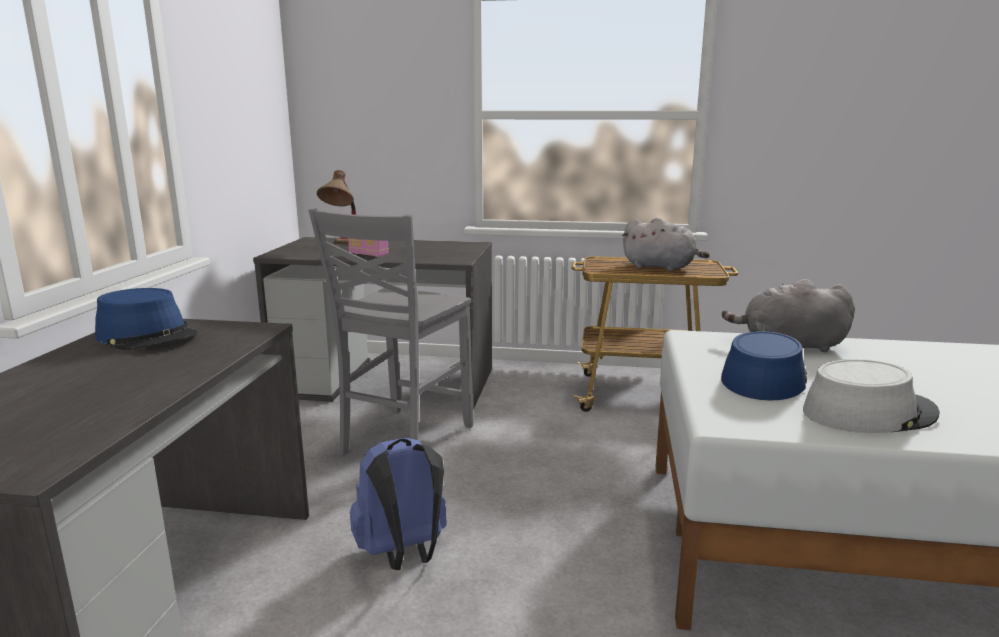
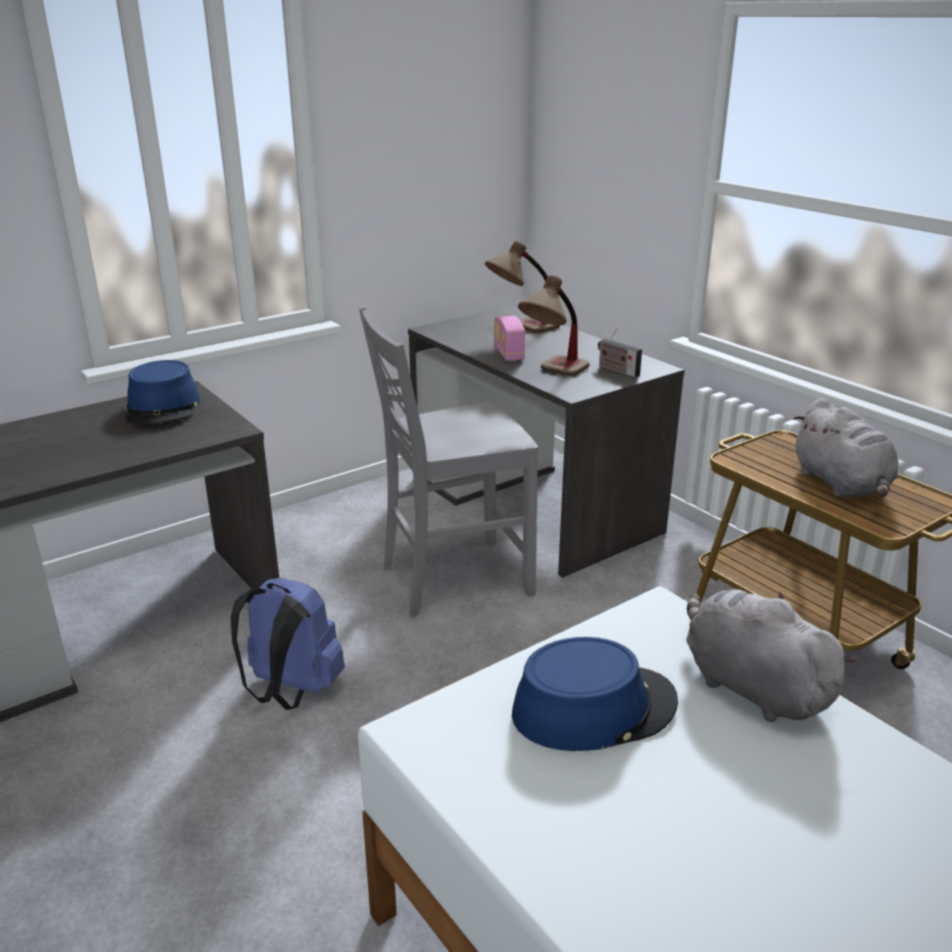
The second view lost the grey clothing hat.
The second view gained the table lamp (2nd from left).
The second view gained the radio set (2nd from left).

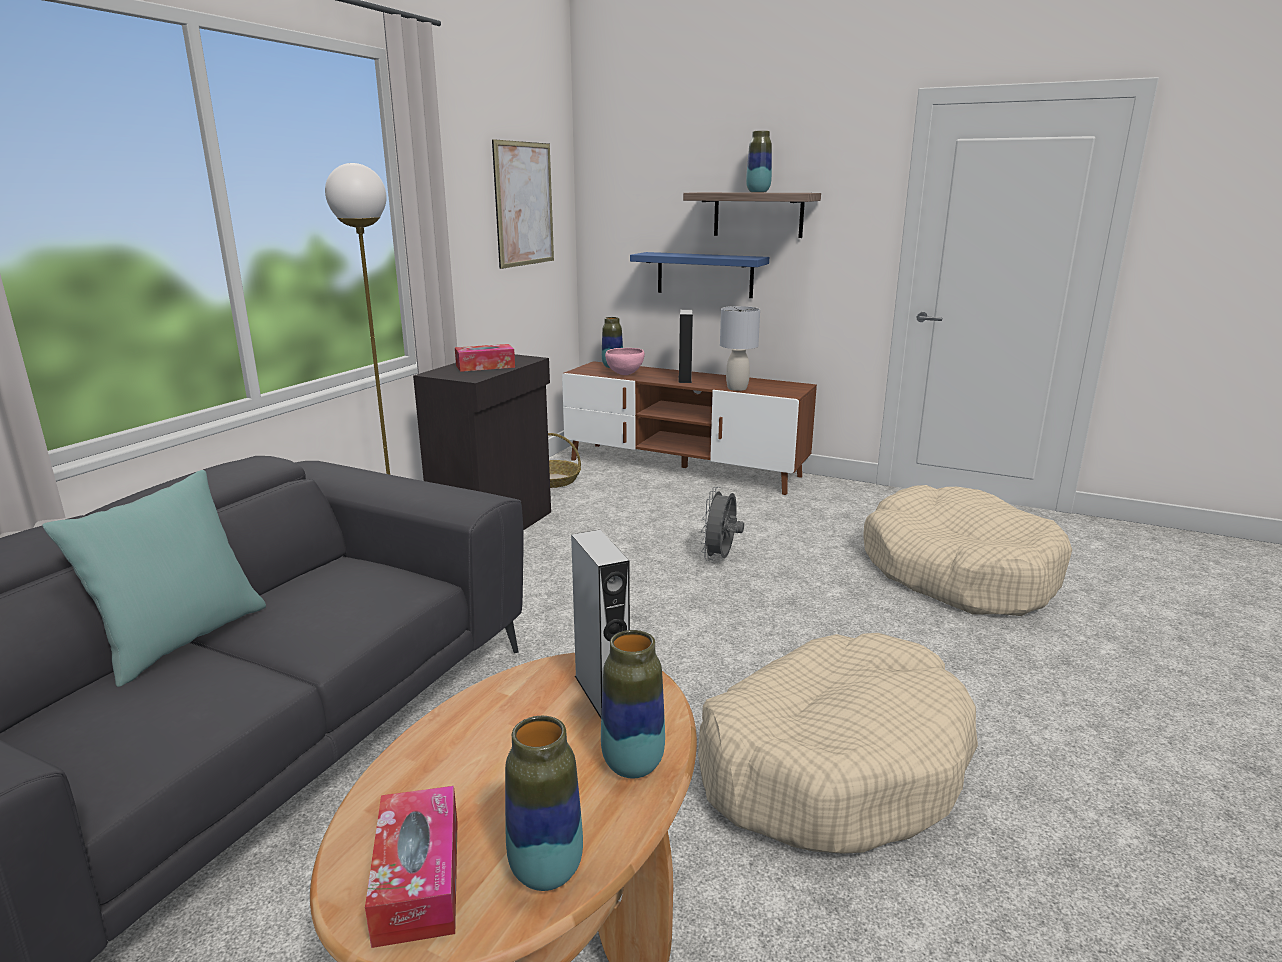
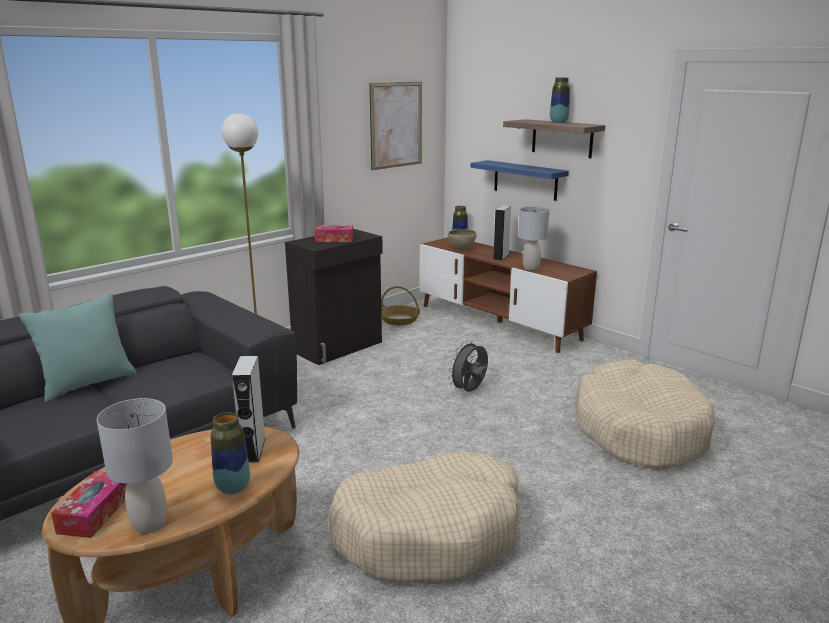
What was the pink-coloured deep dish turned into the brown-coloured deep dish.
Where the vase (1st from left) stood, the grey table lamp (1st from left) came to stand.

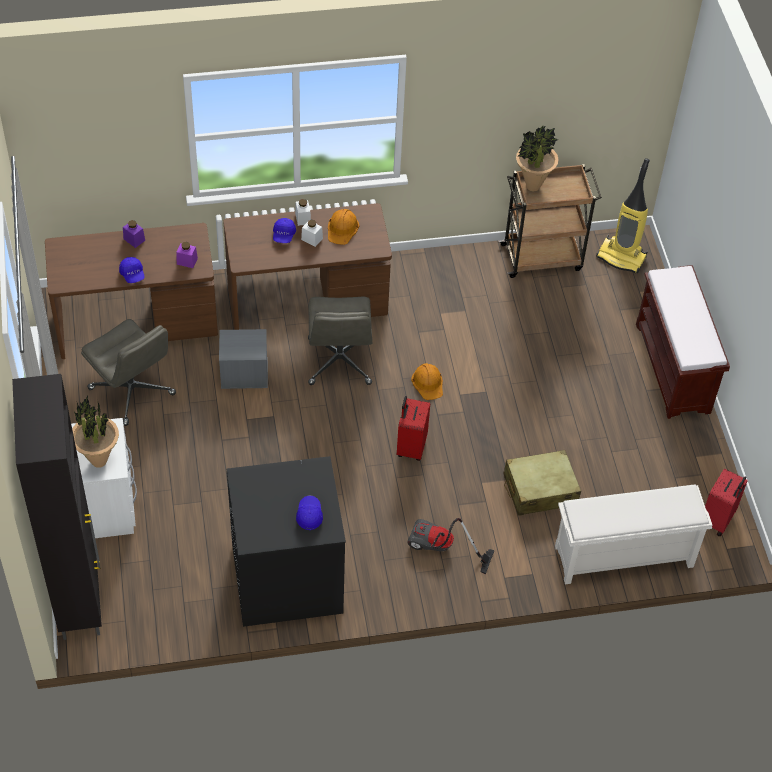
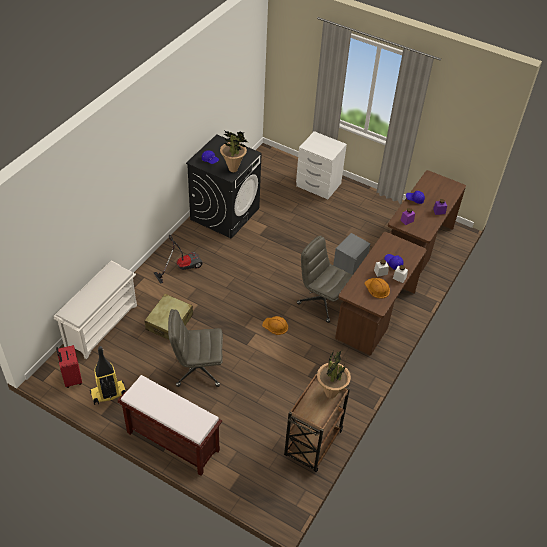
The vacuum (2nd from left in the first image) ended up elsewhere.
The grey office chair (1st from left) ended up elsewhere.
The second view lost the black cupboard.
The houseplant (1st from left) ended up elsewhere.
The second view lost the red-coloured piece of luggage (1st from left).

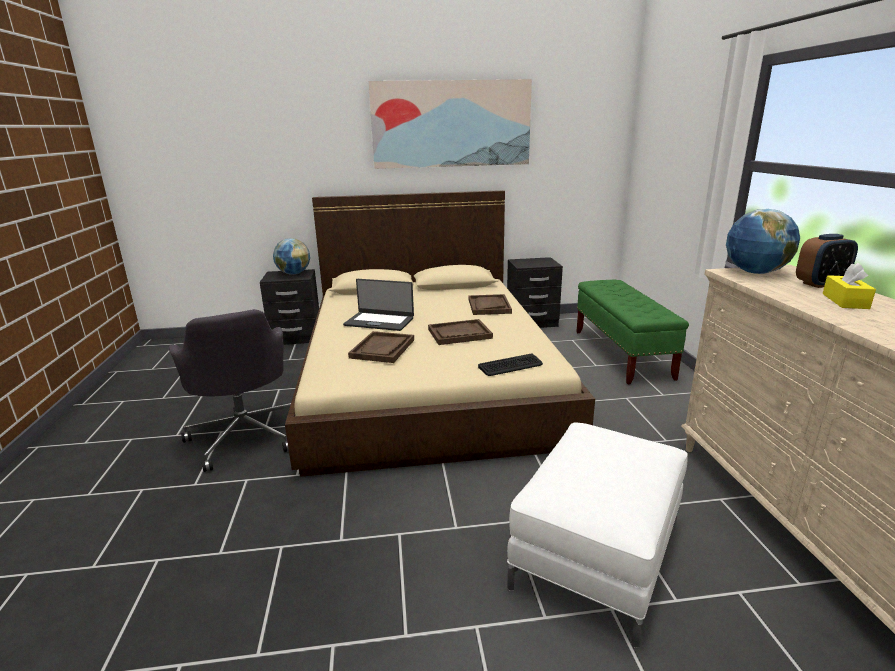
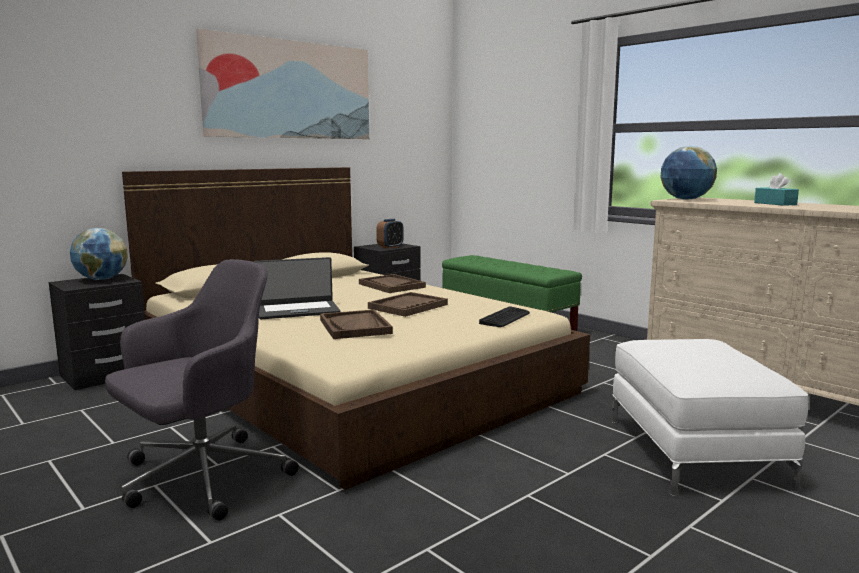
The alarm clock ended up elsewhere.
What was the yellow tissue box turned into the turquoise-coloured tissue box.
The grey office chair ended up facing another way, 75 degrees counterclockwise from before.

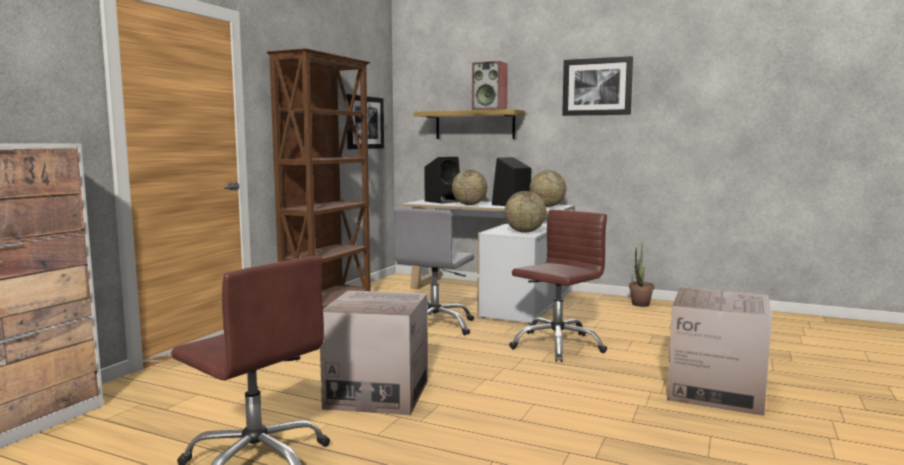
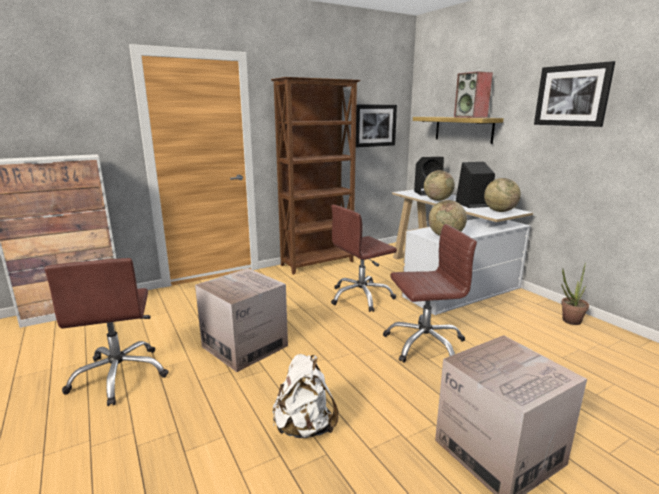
What was the grey office chair turned into the brown-coloured office chair (2nd from left).
The second view gained the whitish backpack.

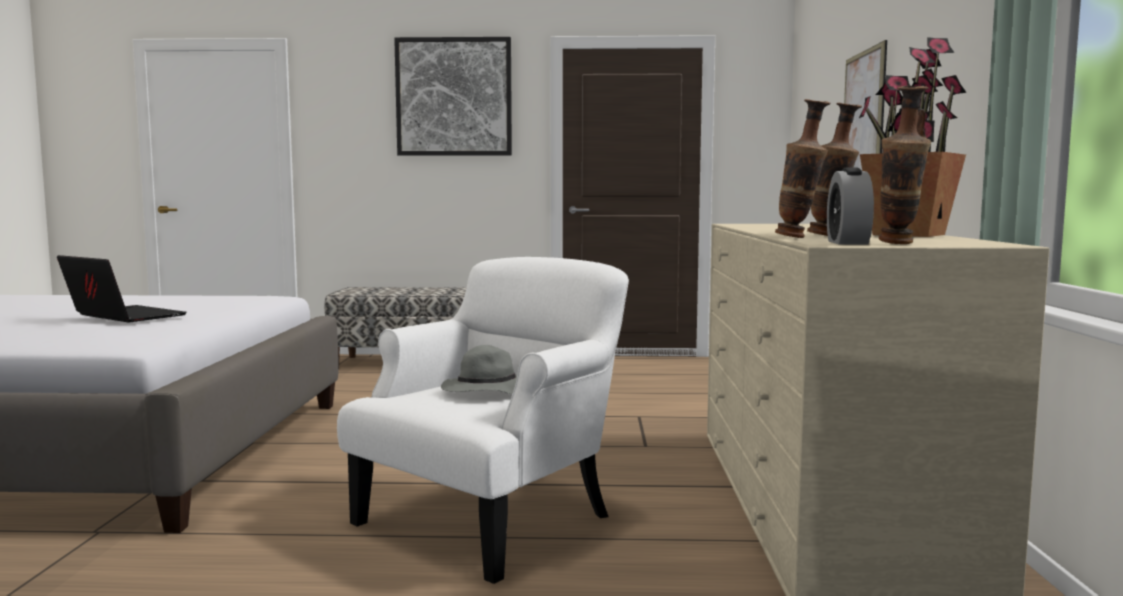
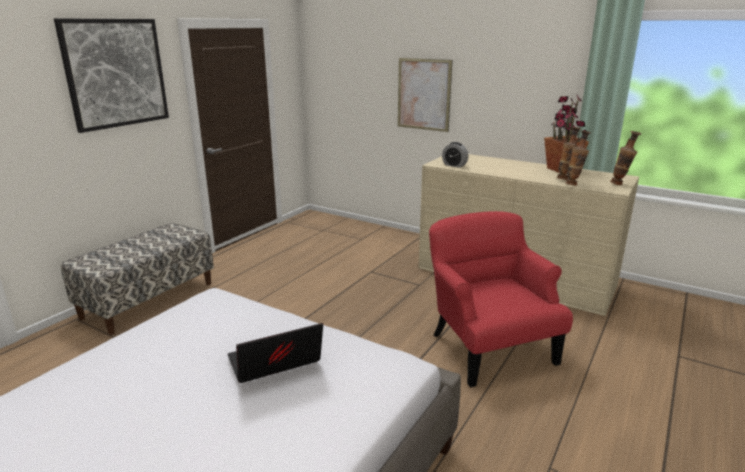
The alarm clock ended up elsewhere.
What was the whitish armchair turned into the red-coloured armchair.
The second view lost the grey clothing hat.

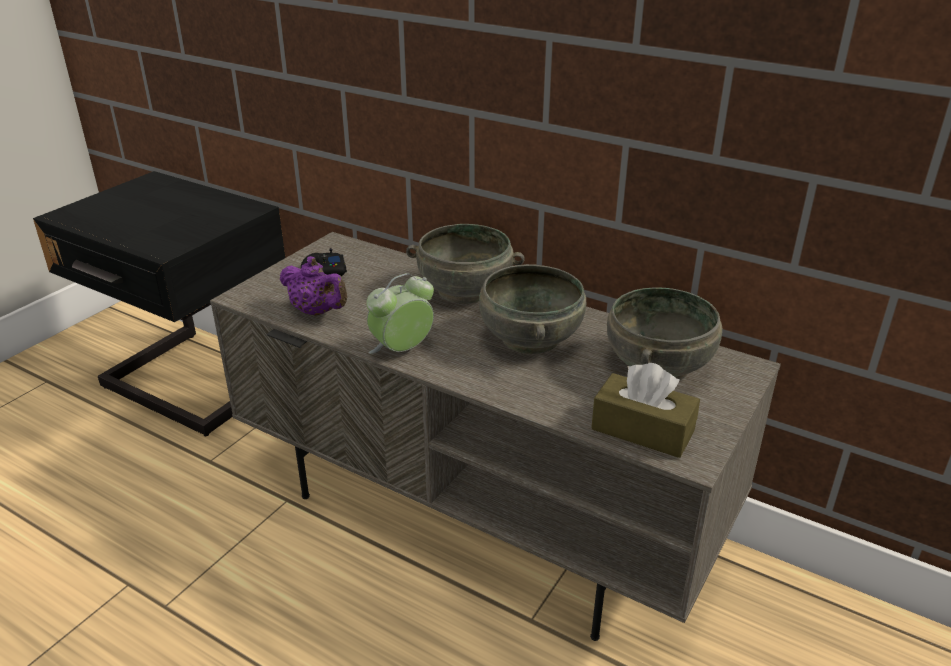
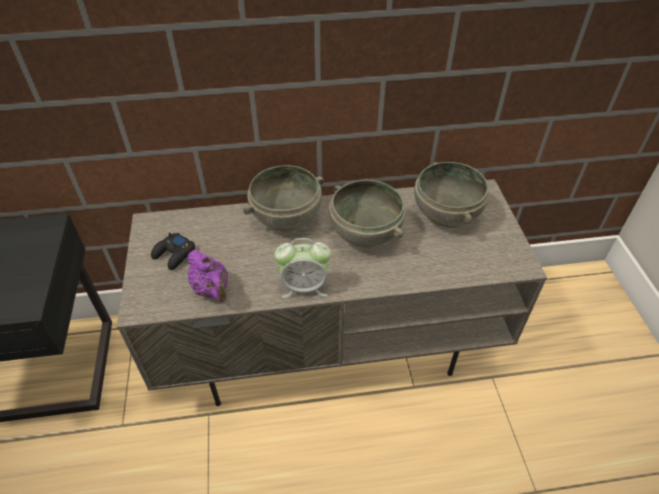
The purplish tea pot ended up facing another way, 60 degrees clockwise from before.
The alarm clock ended up facing another way, 105 degrees counterclockwise from before.
The second view lost the brown-coloured tissue box.

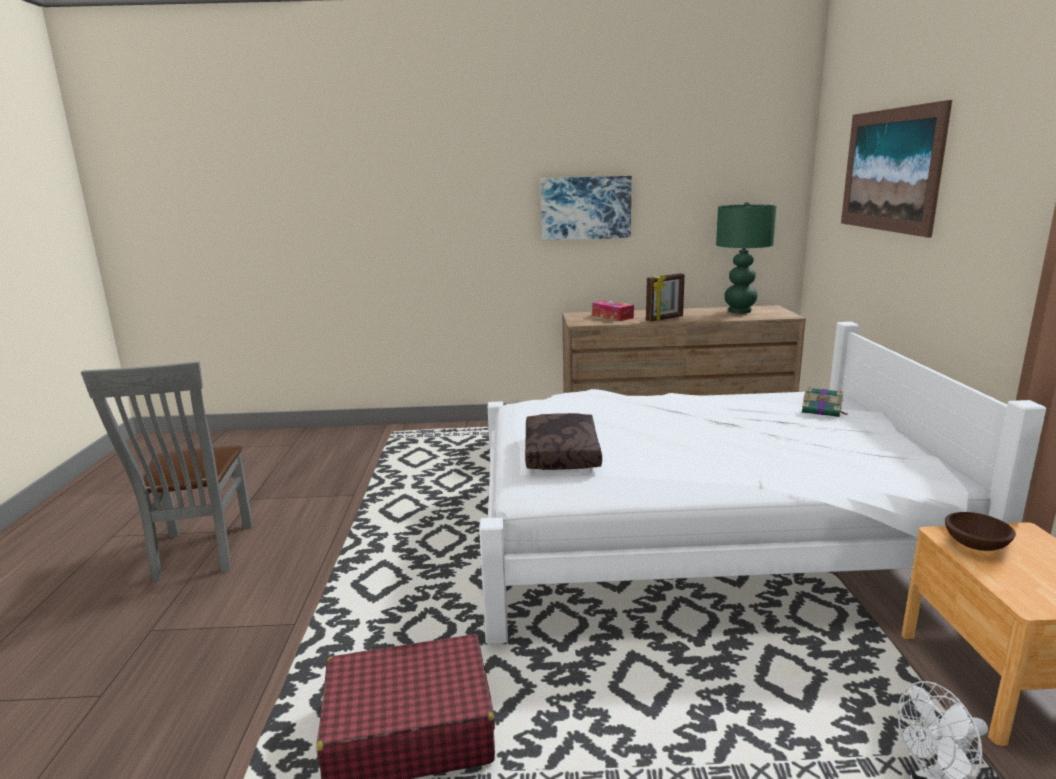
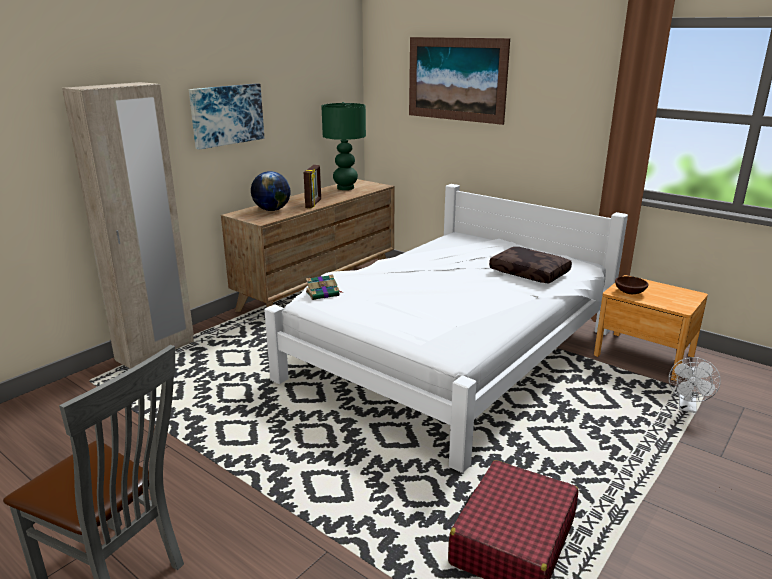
Where the tissue box stood, the desk globe came to stand.
The book ended up elsewhere.
The brown-coloured throw pillow ended up elsewhere.
The second view gained the beige wardrobe.

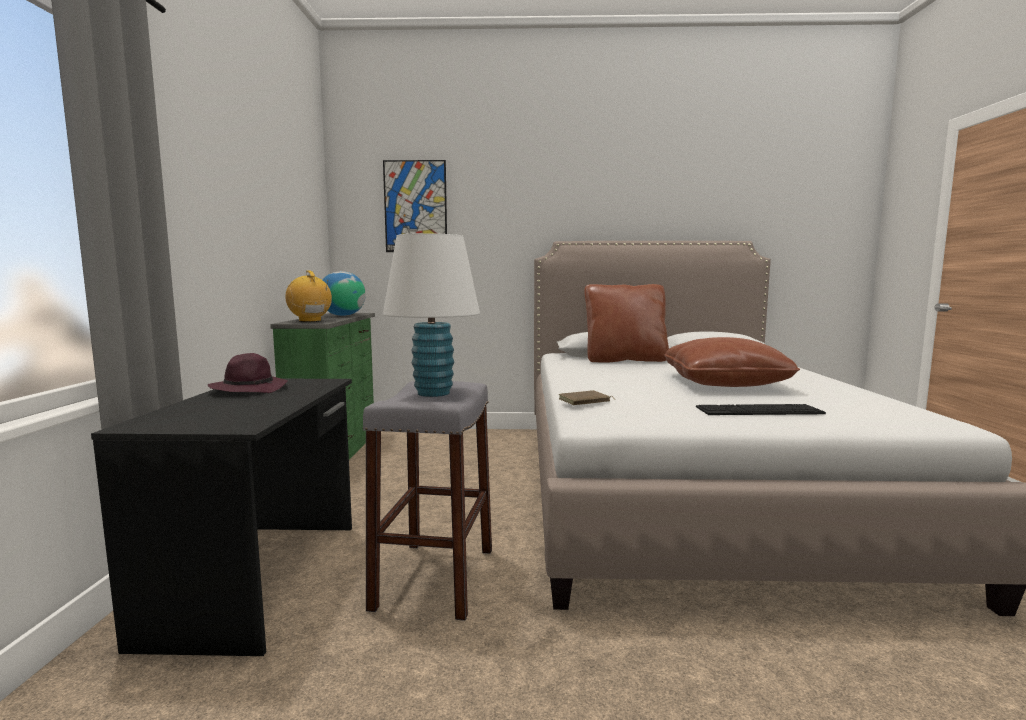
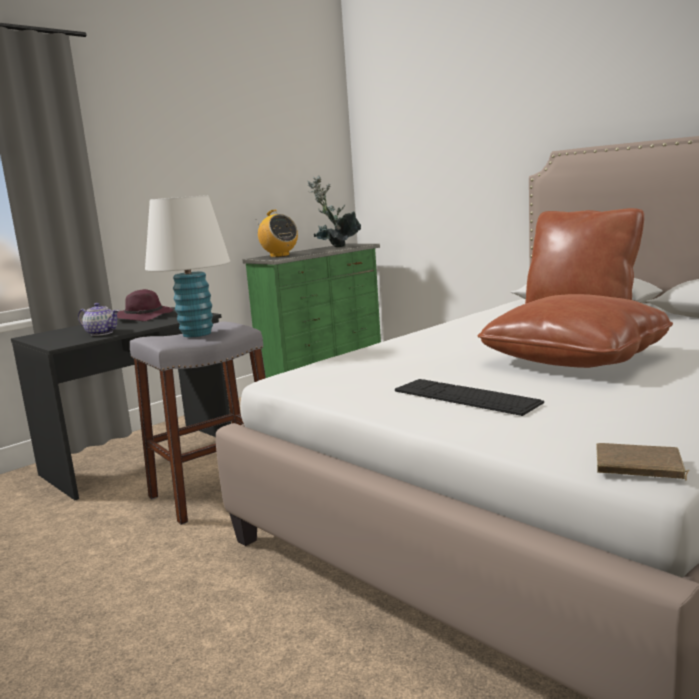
The second view lost the picture.
The radio set ended up facing another way, 135 degrees clockwise from before.
Where the desk globe stood, the houseplant came to stand.
The brown-coloured book ended up elsewhere.
The second view gained the tea pot.

